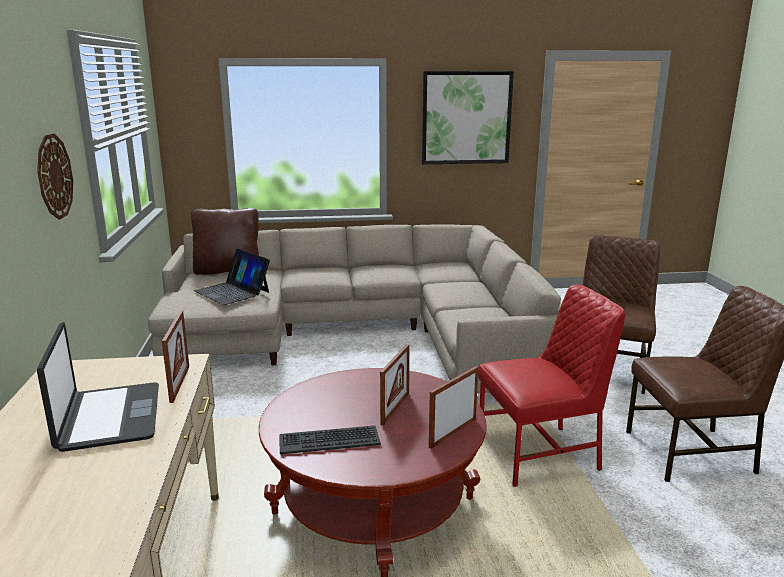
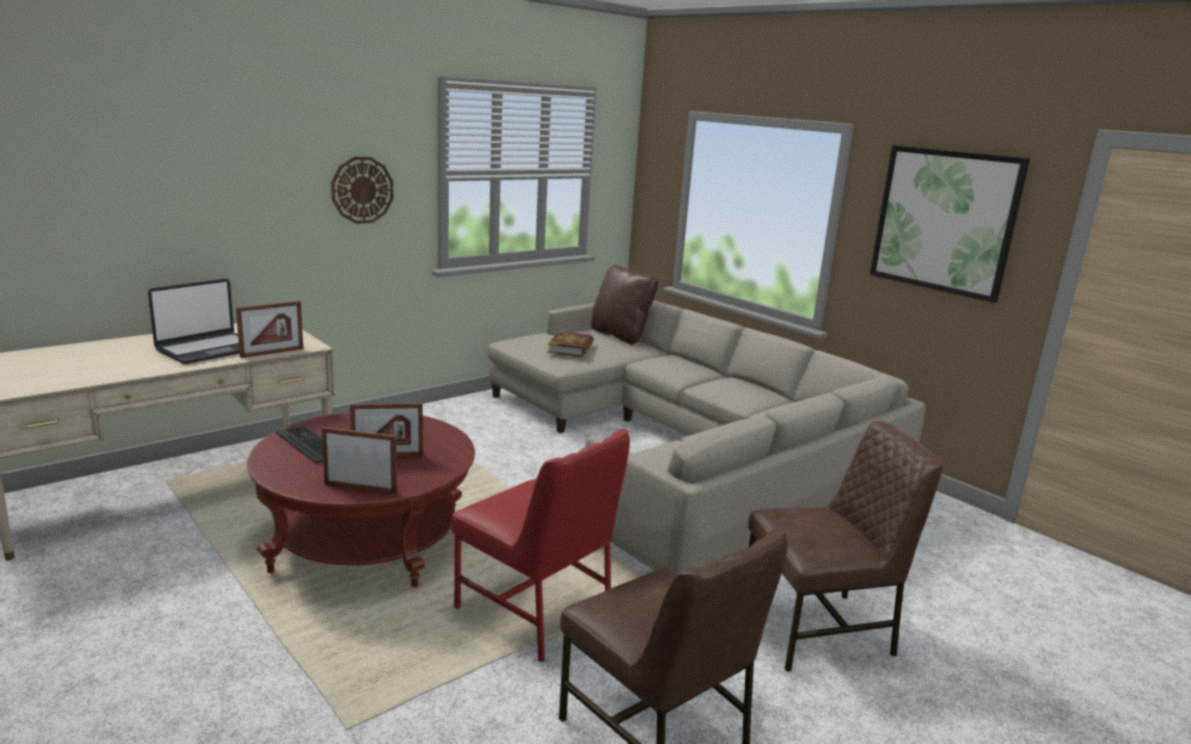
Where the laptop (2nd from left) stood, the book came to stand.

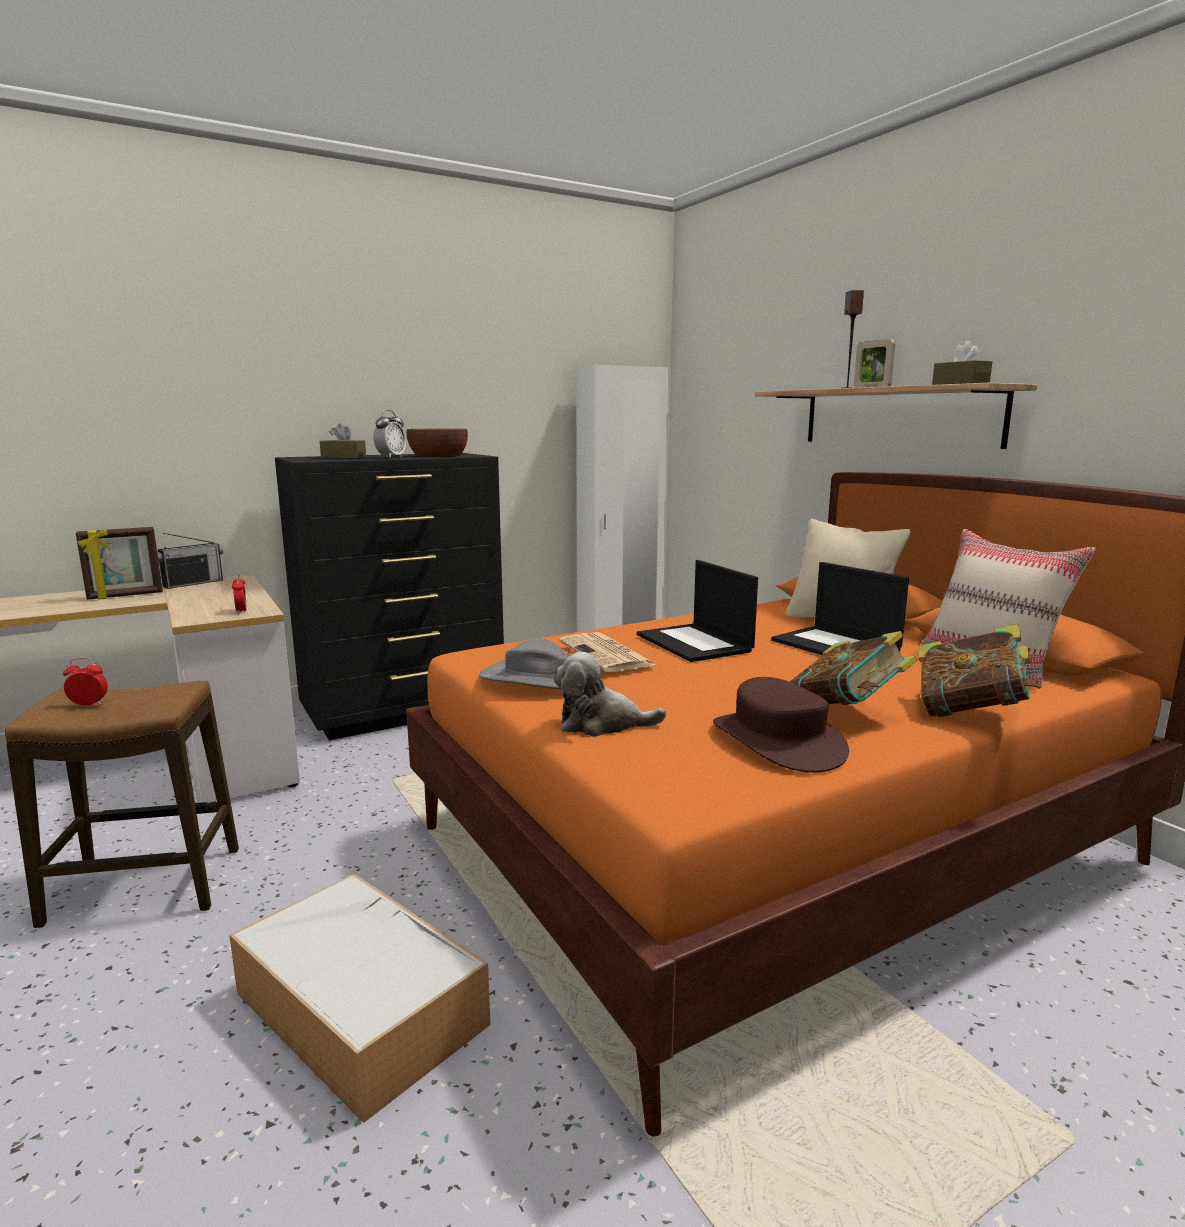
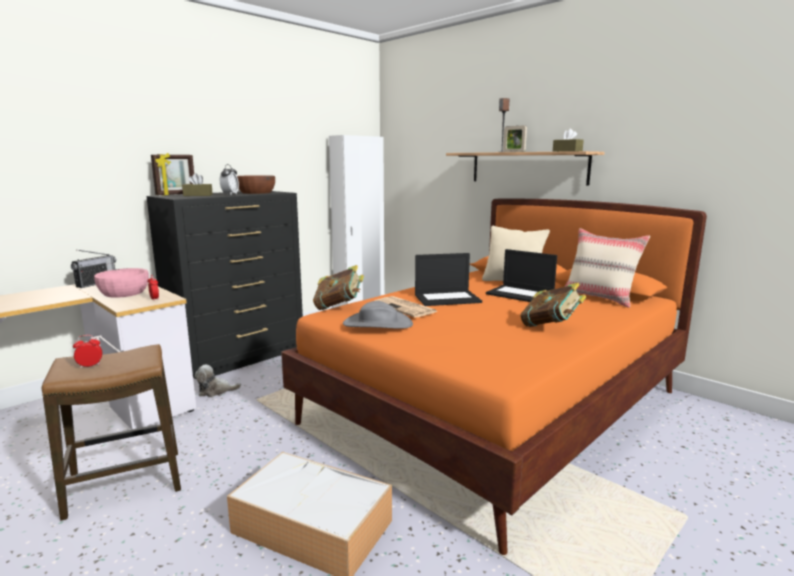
The photo frame (1st from left) ended up elsewhere.
The laptop (1st from left) ended up facing another way, 60 degrees counterclockwise from before.
The book (2nd from left in the first image) ended up elsewhere.
The cuddly toy ended up elsewhere.
The second view lost the brown-coloured clothing hat.
The second view gained the pink-coloured deep dish.

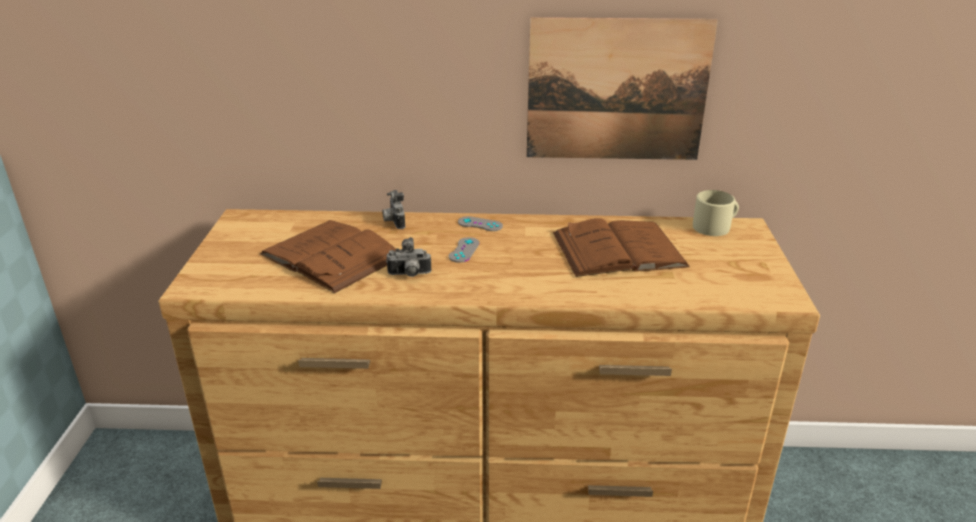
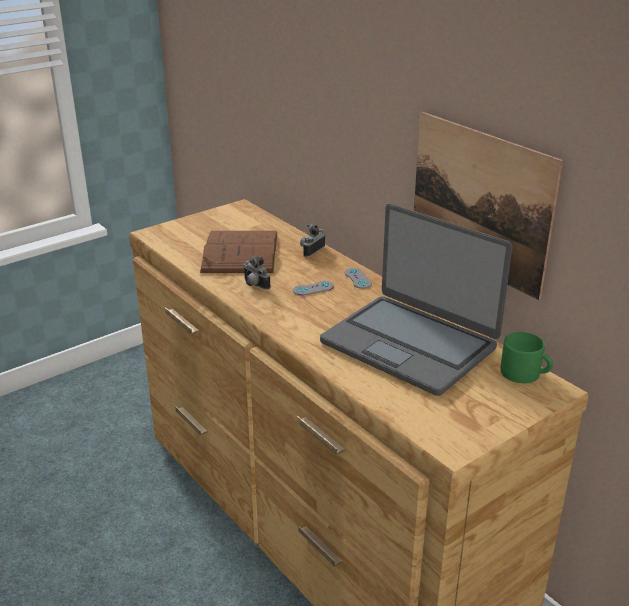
What was the beige coffee mug turned into the green coffee mug.
Where the brown-coloured book (2nd from left) stood, the laptop came to stand.

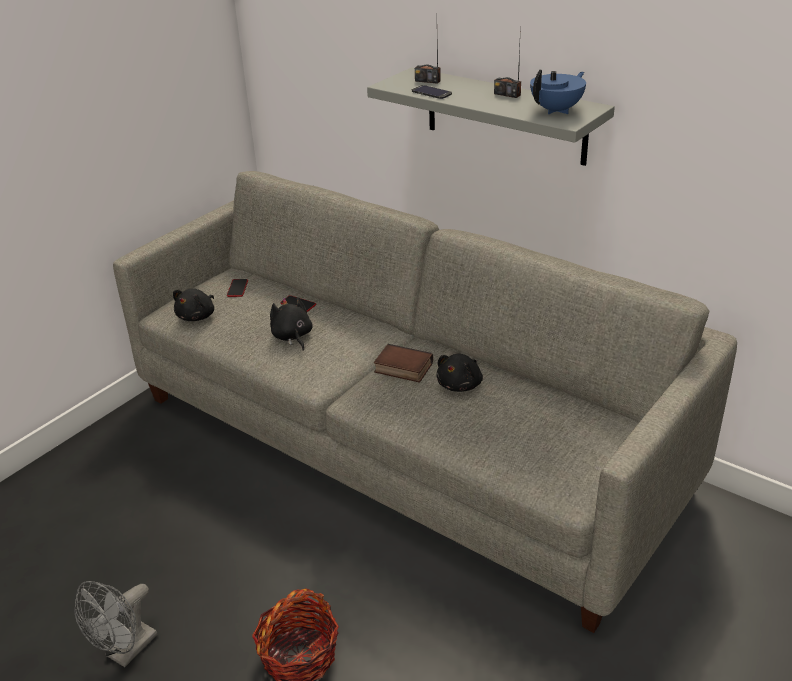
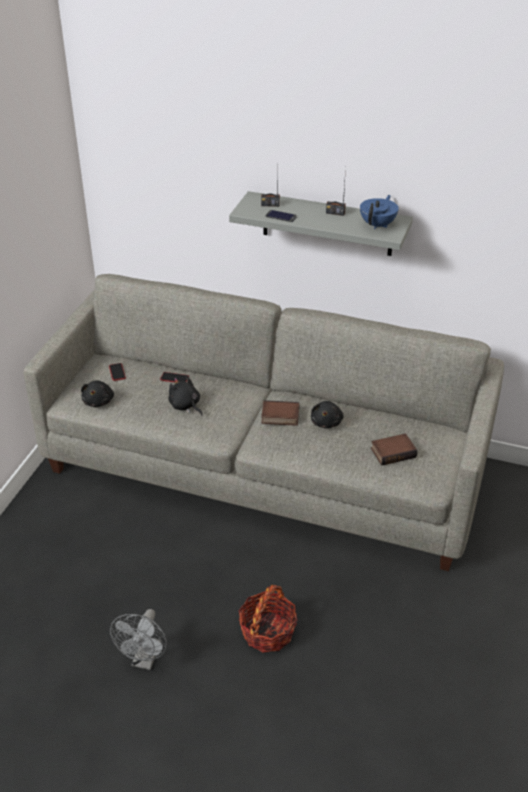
The second view gained the book (2nd from left).

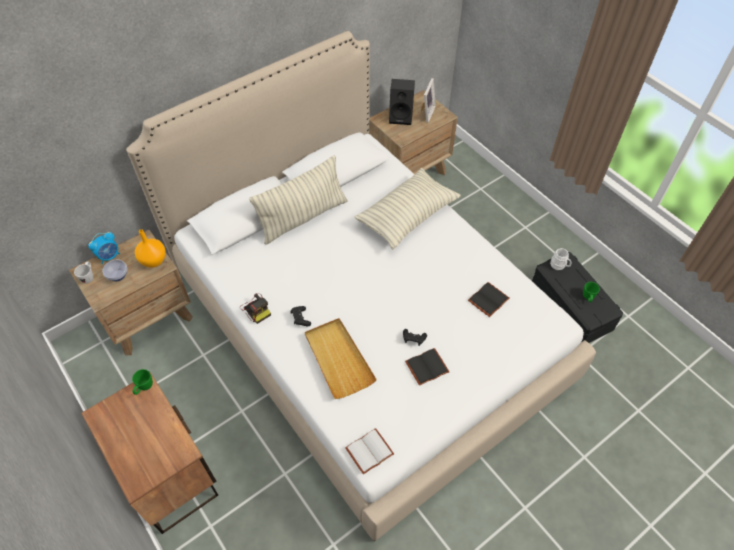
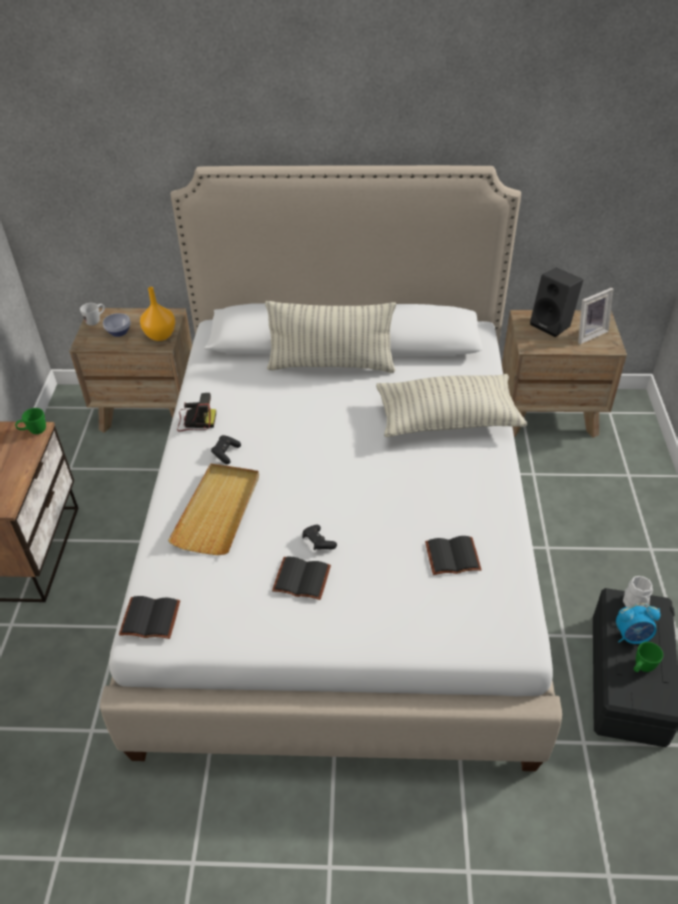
The alarm clock ended up elsewhere.
The still camera ended up facing another way, 90 degrees counterclockwise from before.
What was the whitish book turned into the black book (1st from left).

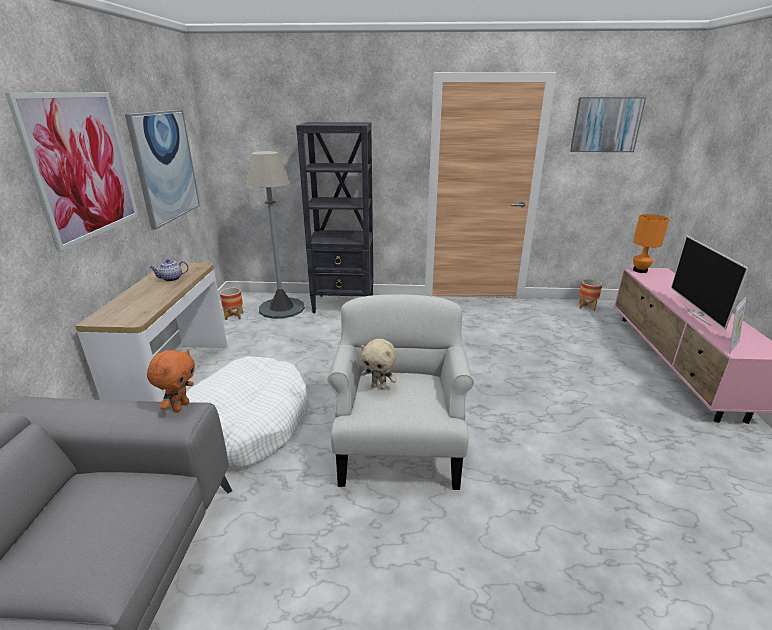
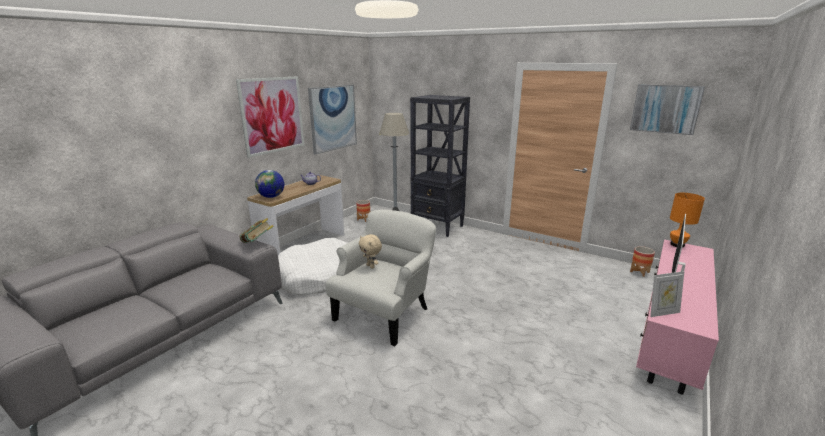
Where the orange-coloured cuddly toy stood, the book came to stand.
The second view gained the desk globe.

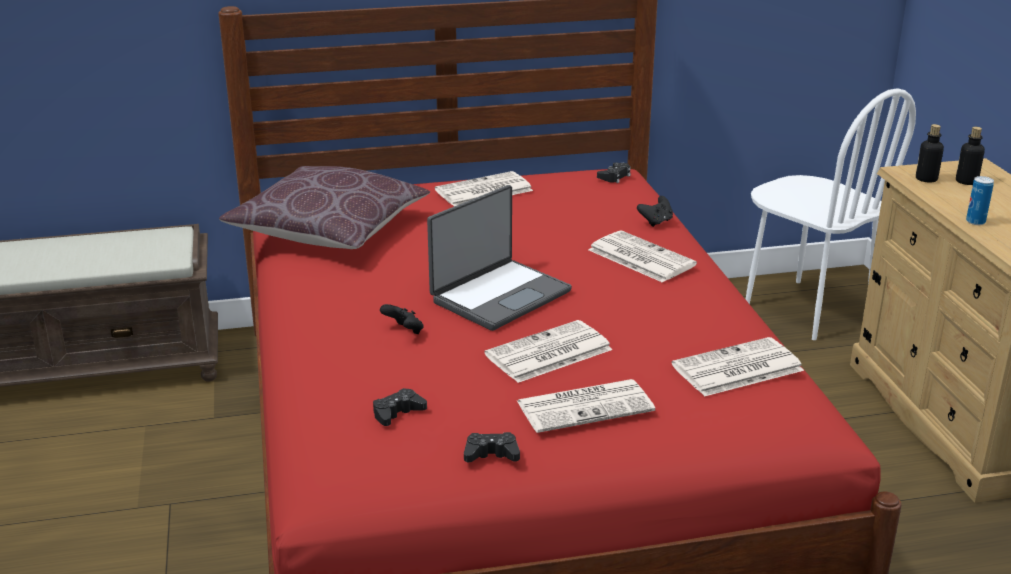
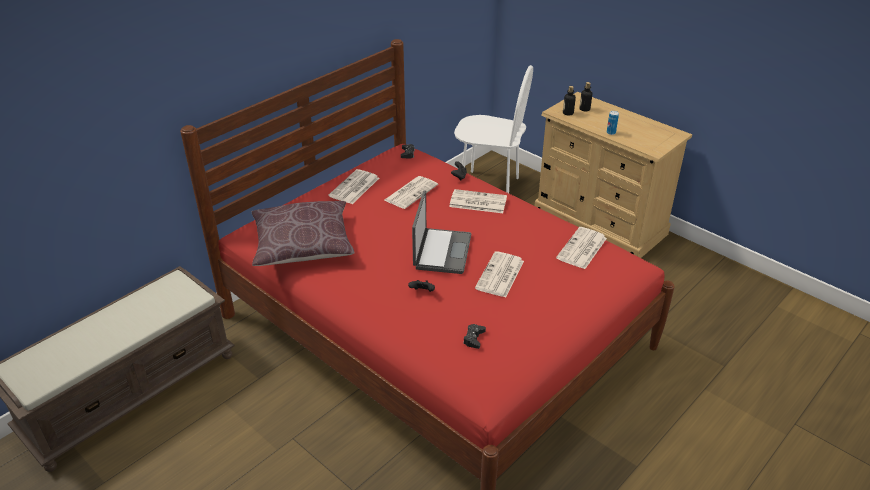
The printed paper (3rd from left in the first image) ended up elsewhere.
The second view lost the black game controller (3rd from left).

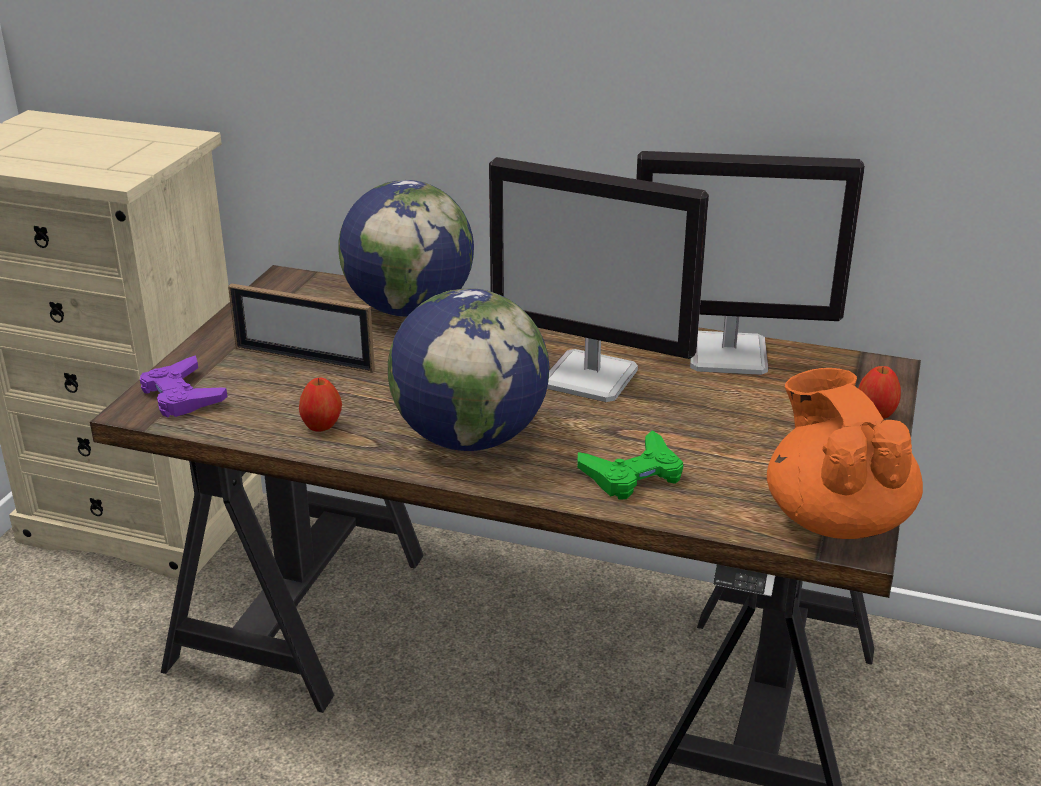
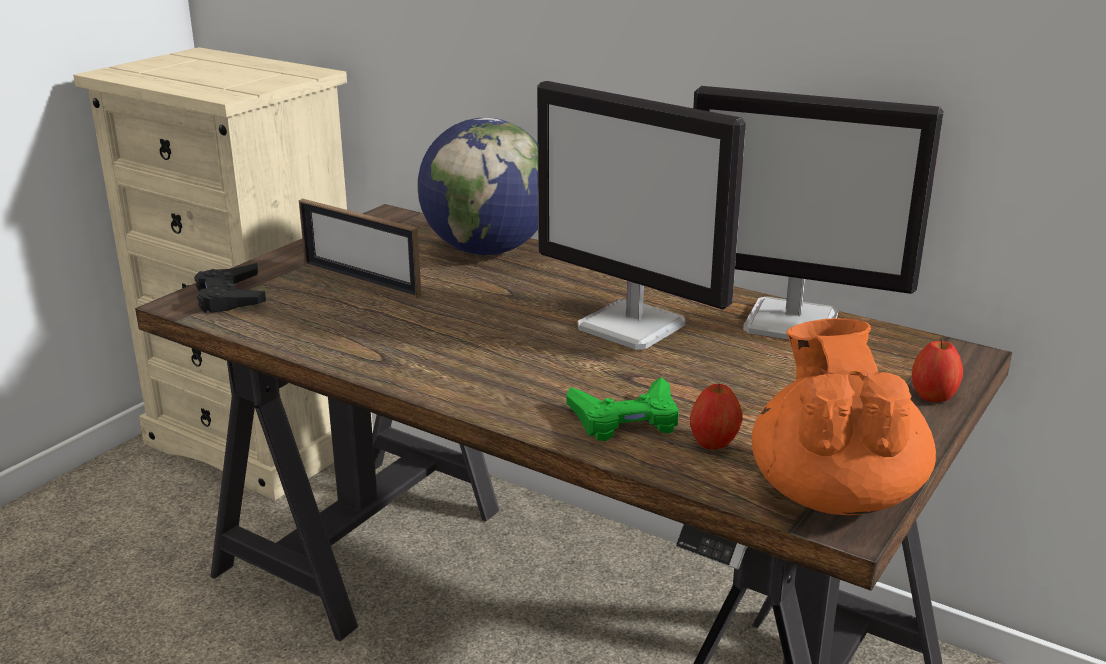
The second view lost the desk globe (2nd from left).
What was the purplish game controller turned into the black game controller.
The apple fruit (1st from left) ended up elsewhere.

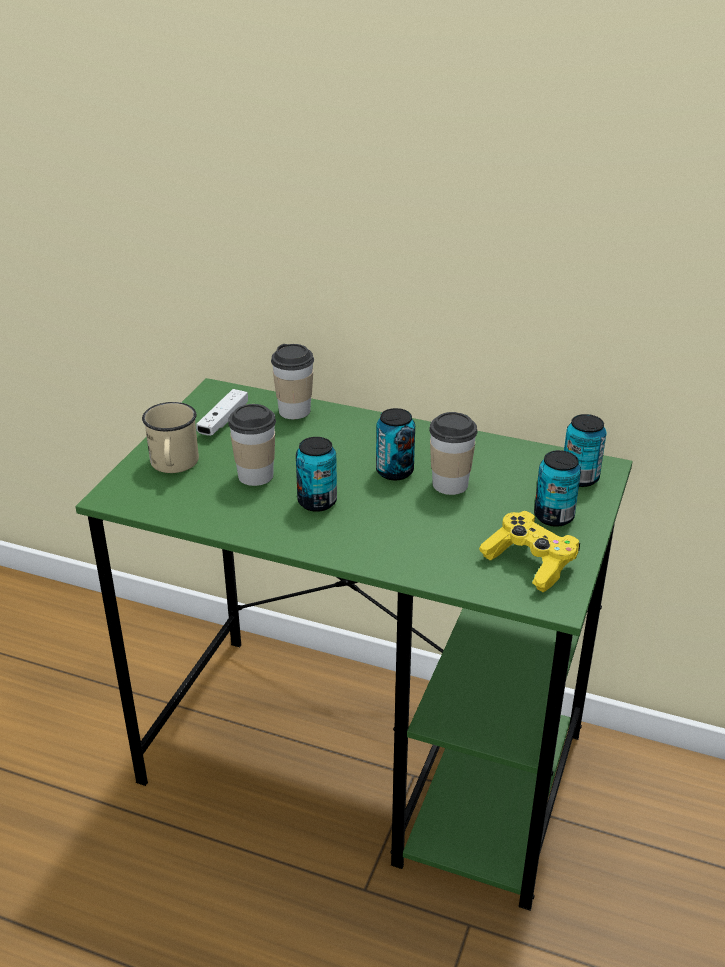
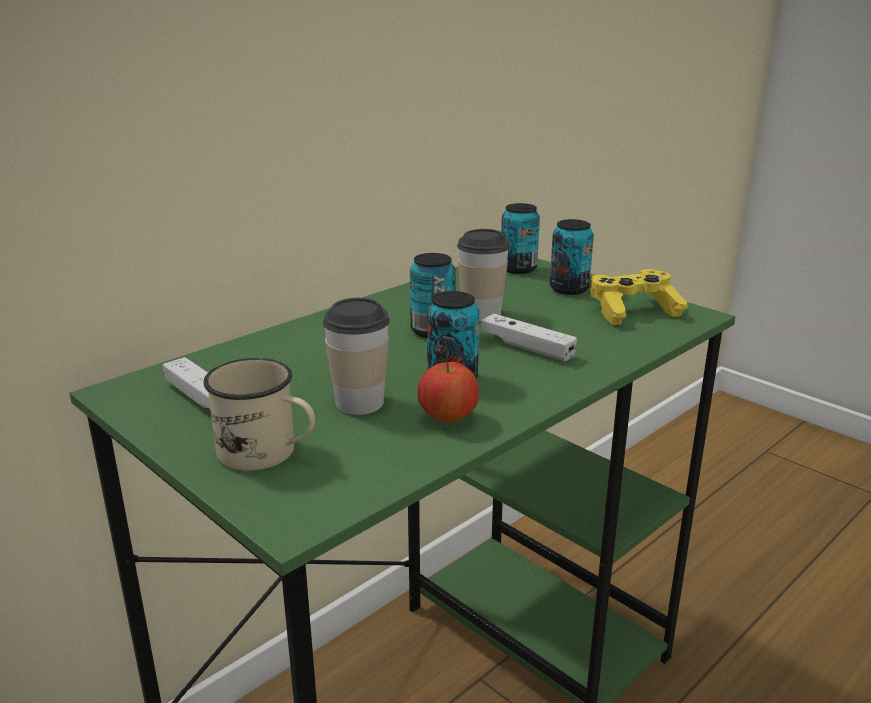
The second view lost the drinking cup (2nd from left).
The second view gained the whitish game controller (2nd from left).
The second view gained the apple fruit.

